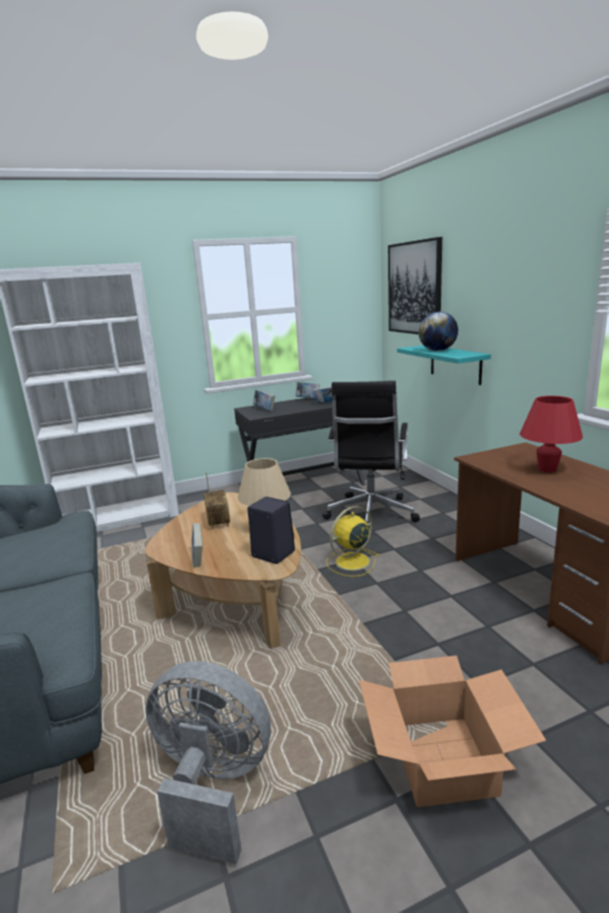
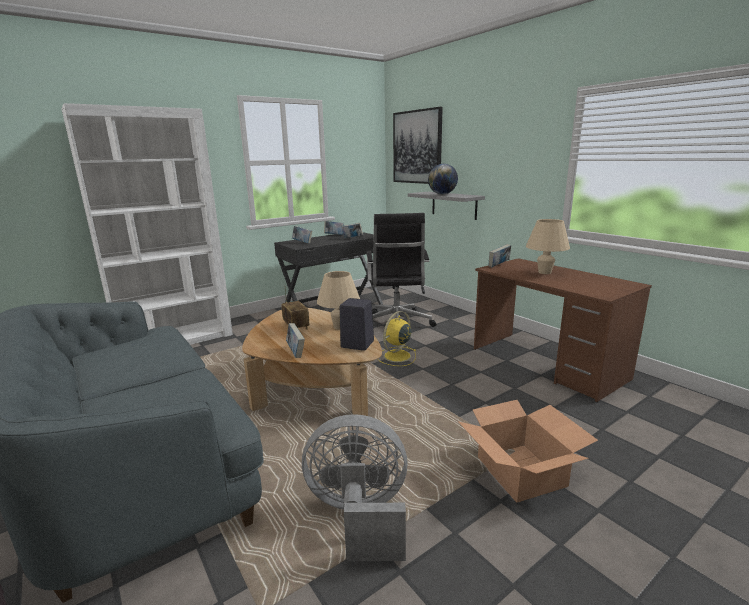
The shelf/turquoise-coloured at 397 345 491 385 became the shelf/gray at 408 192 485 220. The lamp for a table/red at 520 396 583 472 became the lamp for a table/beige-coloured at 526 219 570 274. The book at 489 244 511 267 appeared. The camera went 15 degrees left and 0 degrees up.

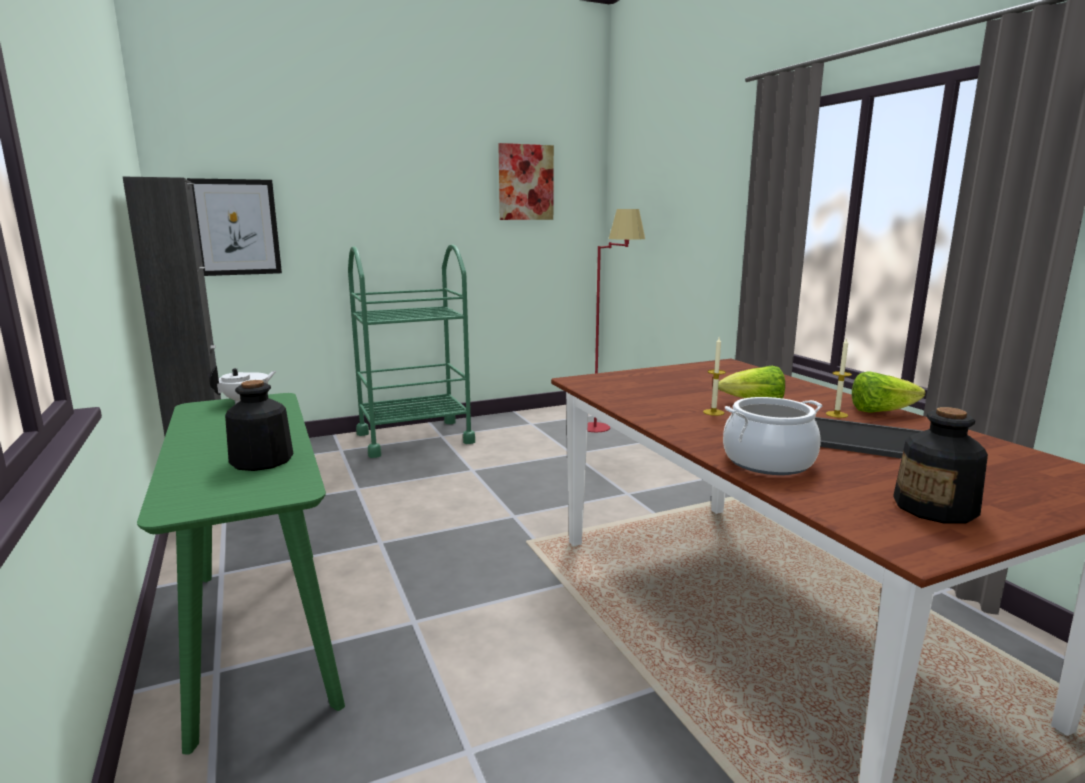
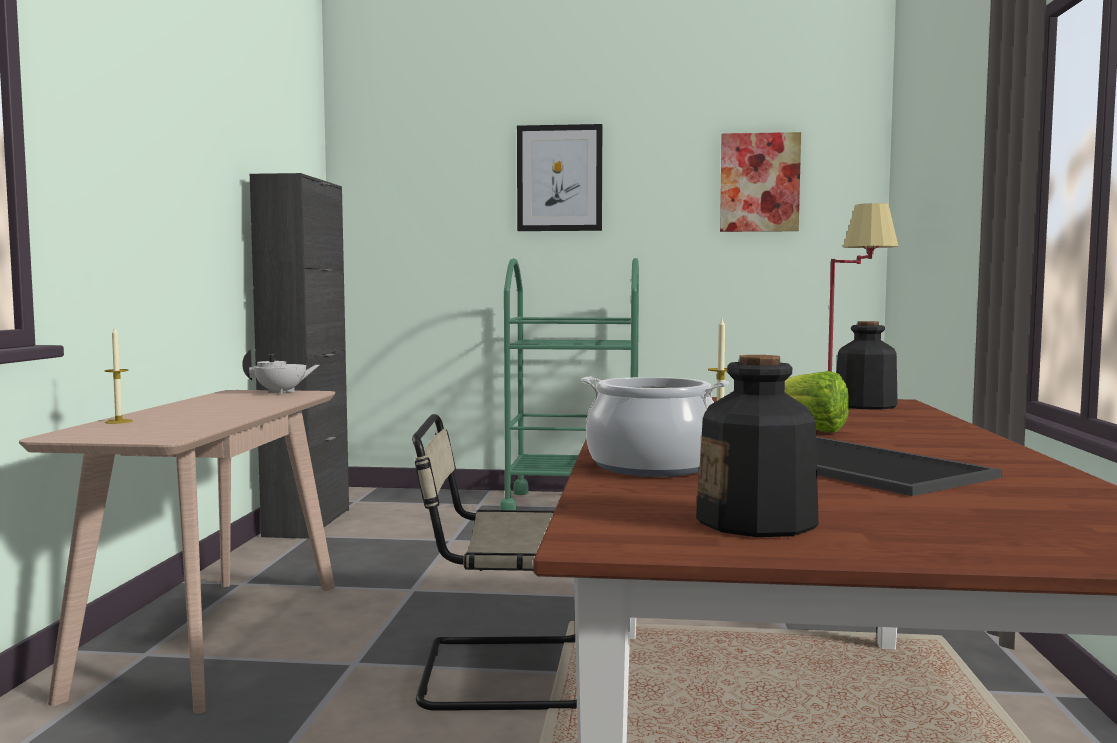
The picture moved from 187 178 282 276 to 517 124 602 231. The wax light moved from 826 338 852 418 to 105 326 133 424. The head of lettuce at 852 371 926 413 disappeared. The bottle moved from 225 380 294 471 to 836 321 898 410. The console table/greenish at 137 393 345 755 became the console table/beige-coloured at 19 390 335 714. The plain chair/beige-coloured at 412 414 577 711 appeared. The camera went 30 degrees right and 10 degrees down.

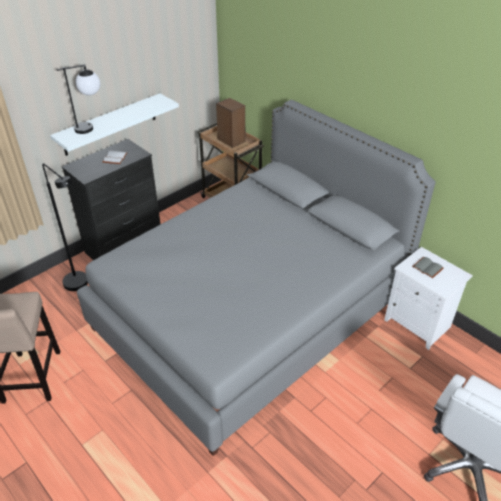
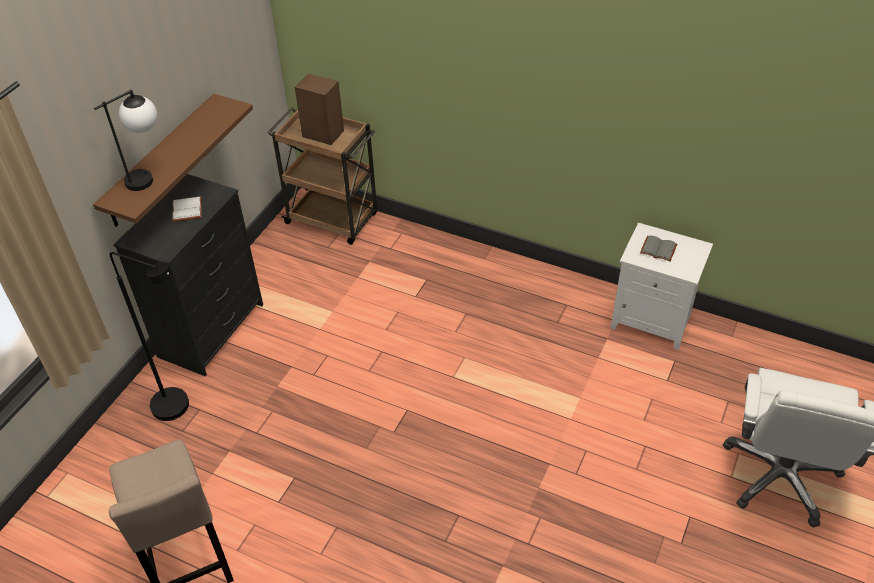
The shelf/white-coloured at 50 93 179 156 became the shelf/brown at 93 94 253 227. The bed/gray at 77 100 436 456 disappeared. The camera went 20 degrees left and 5 degrees up.

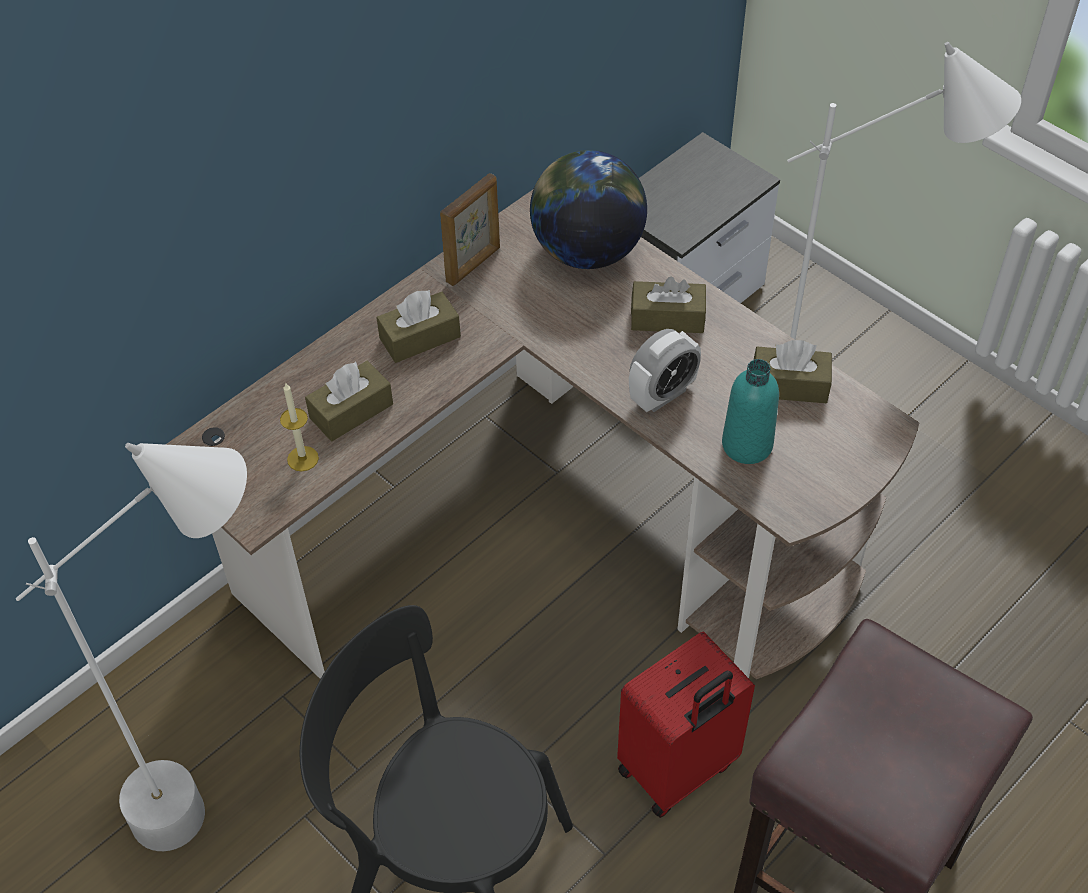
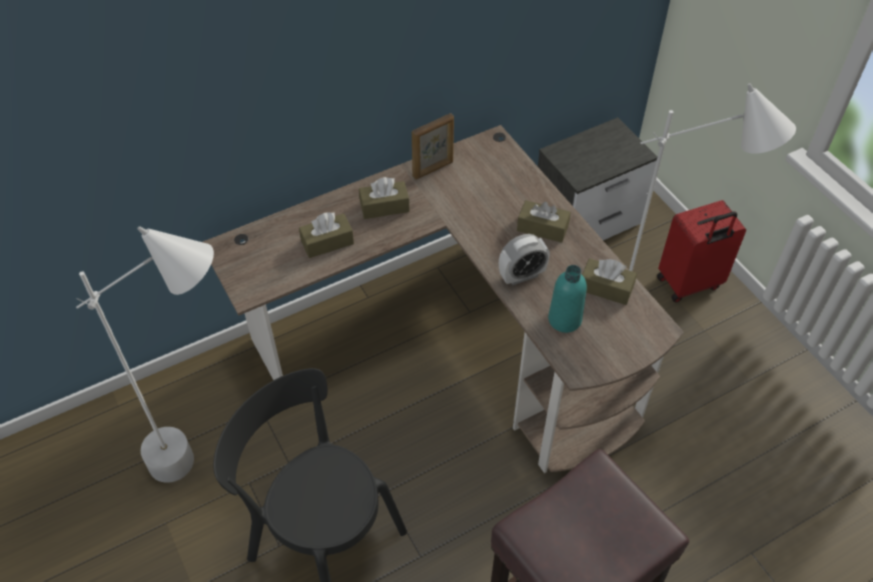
The desk globe at 530 150 647 269 disappeared. The wax light at 280 383 319 471 disappeared. The travel case/red moved from 617 632 755 818 to 657 200 746 303. The camera went 15 degrees right and 0 degrees up.

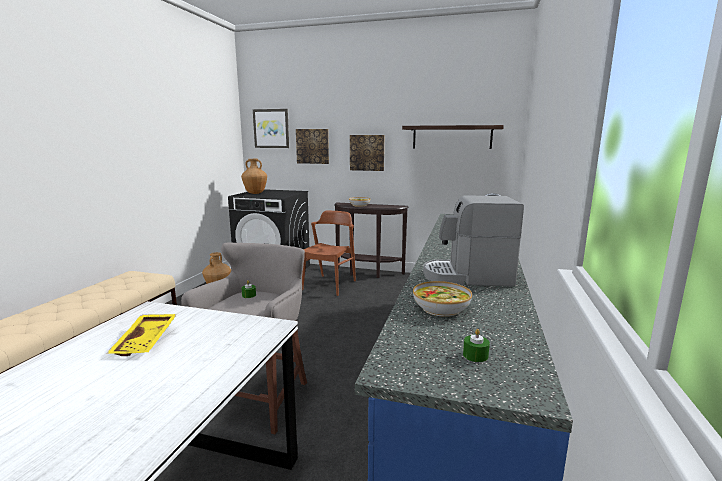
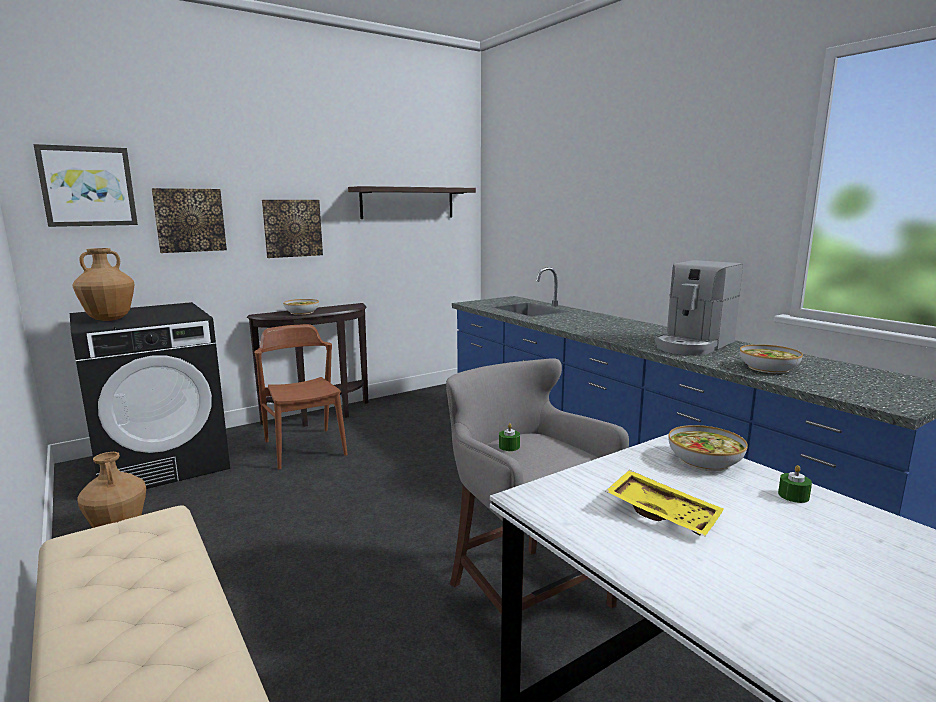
The wax light/greenish moved from 463 329 490 362 to 778 465 812 503. The bowl at 668 425 748 471 appeared. The camera went 50 degrees left and 0 degrees up.

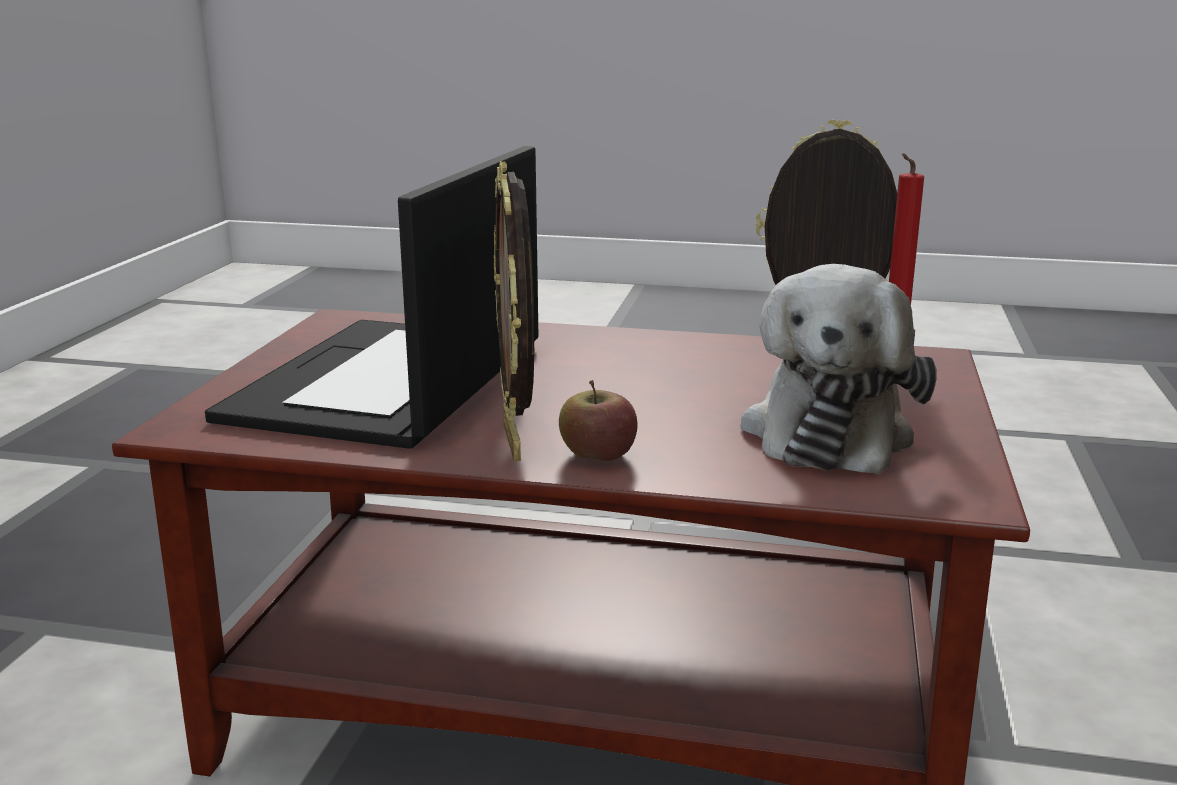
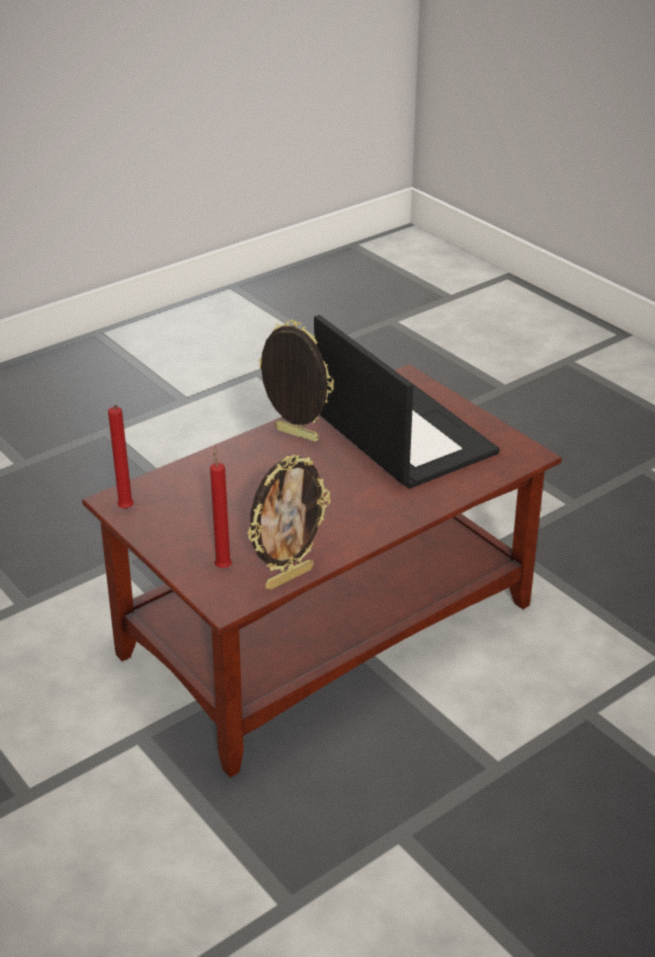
The cuddly toy at 741 264 937 474 disappeared. The whole apple at 559 380 637 461 disappeared. The wax light/red at 108 405 134 509 appeared. The camera went 130 degrees right and 15 degrees up.

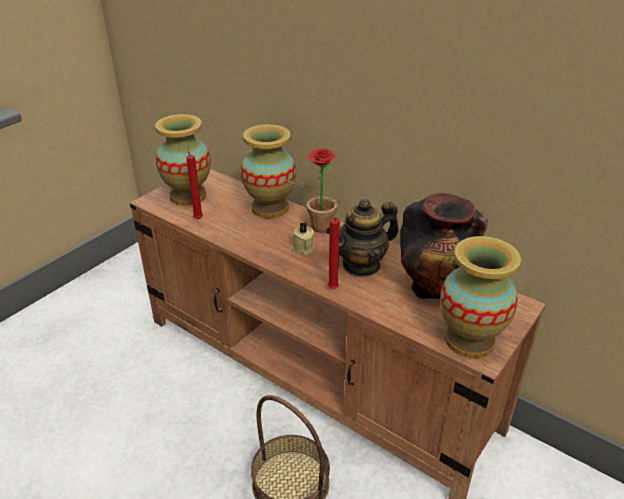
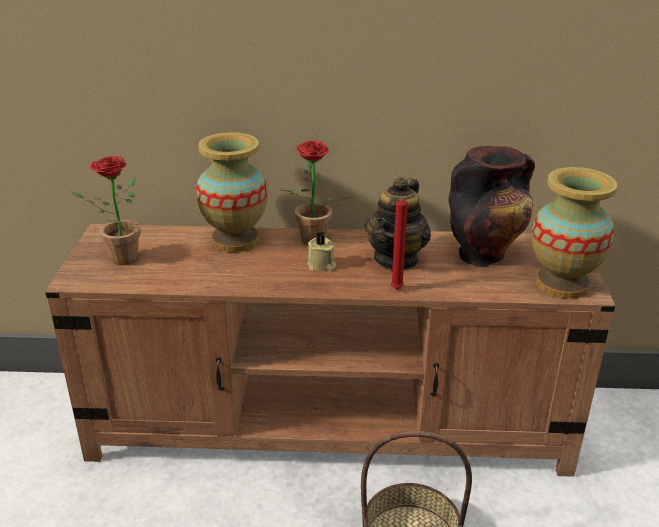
The decorative vase at 155 114 211 206 was replaced by the potted plant at 69 156 140 265. The wax light/red at 186 146 203 219 disappeared. The camera went 35 degrees left and 5 degrees down.

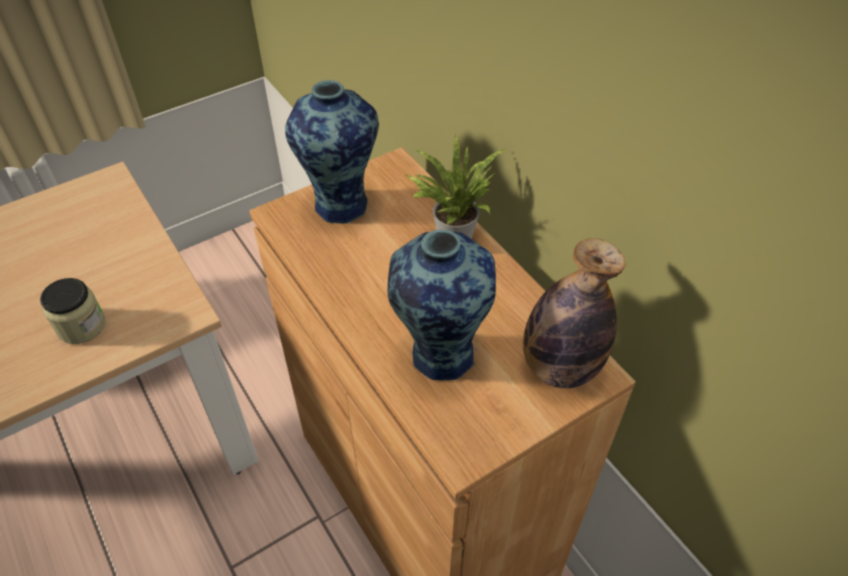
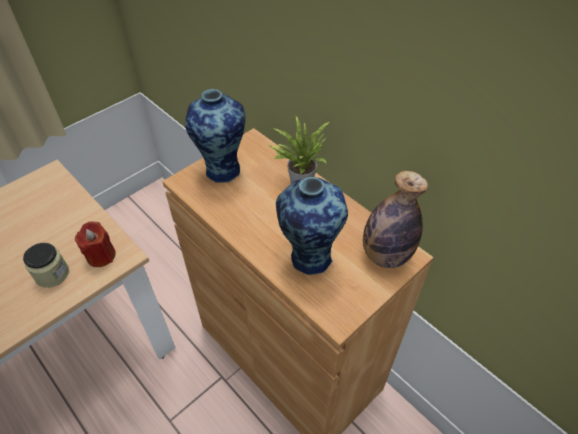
The wax light/red at 75 221 116 267 appeared. The camera went 10 degrees left and 0 degrees up.

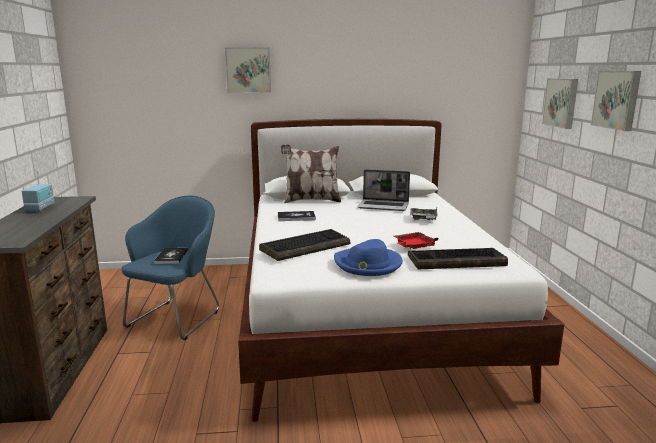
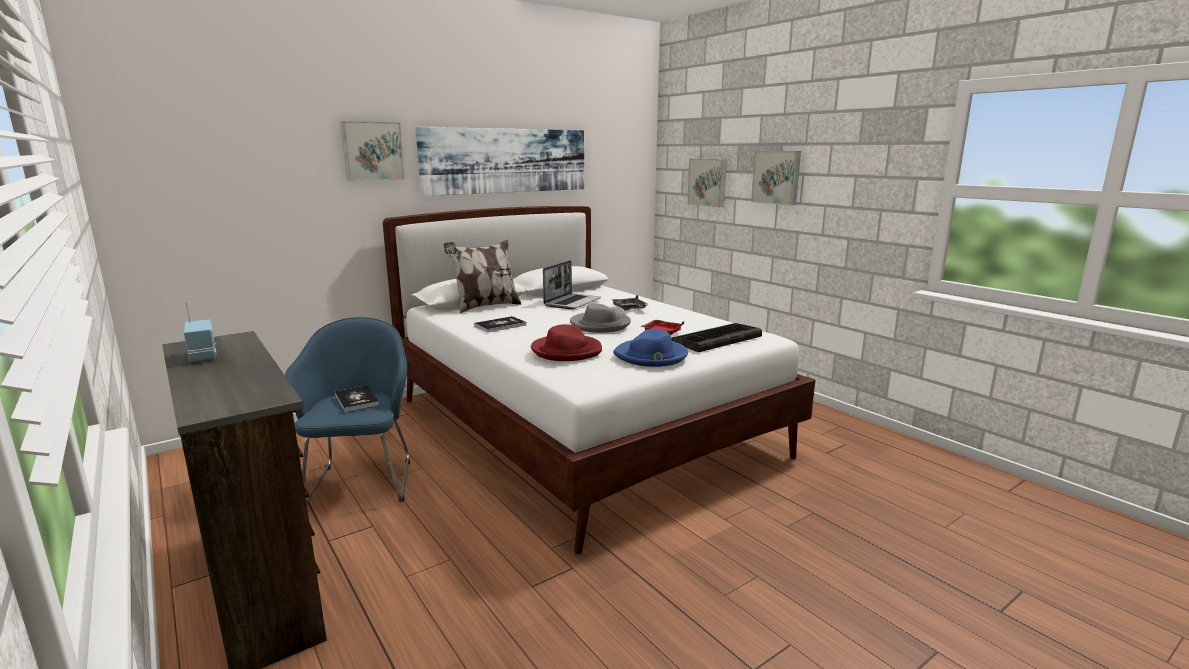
The laptop at 357 169 410 211 turned 45 degrees counterclockwise. The keyboard at 259 229 350 261 was replaced by the wearable hat/red at 531 324 602 361. The picture at 415 127 584 196 appeared. The wearable hat/gray at 570 303 631 333 appeared. The camera went 30 degrees left and 0 degrees up.

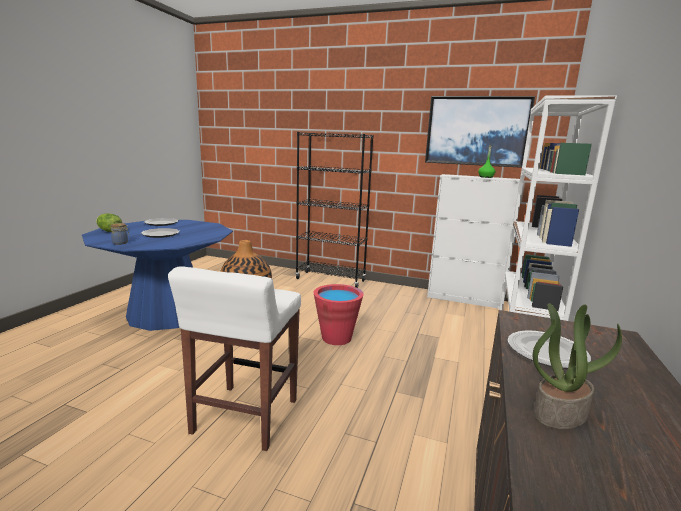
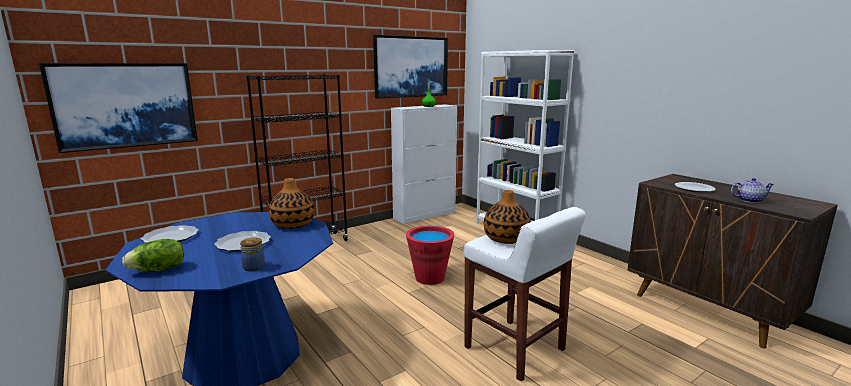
The potted plant at 533 303 622 429 was replaced by the pot for tea at 731 178 774 203. The picture at 39 63 198 153 appeared. The decorative vase at 269 178 315 229 appeared. The camera went 55 degrees left and 0 degrees up.

